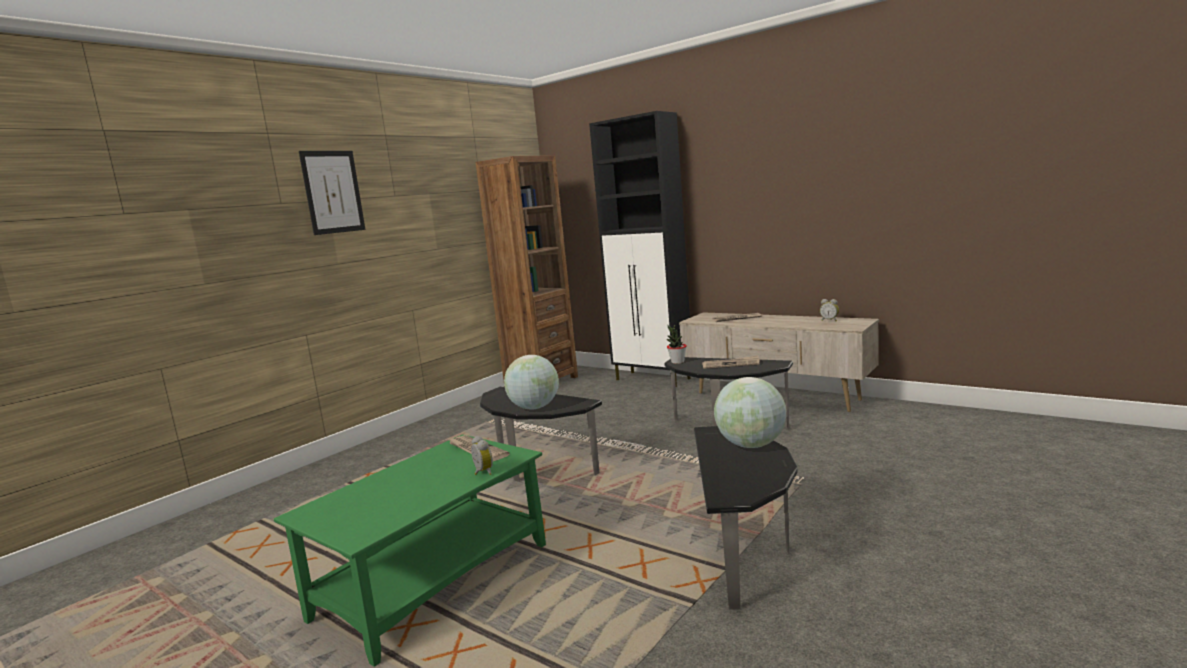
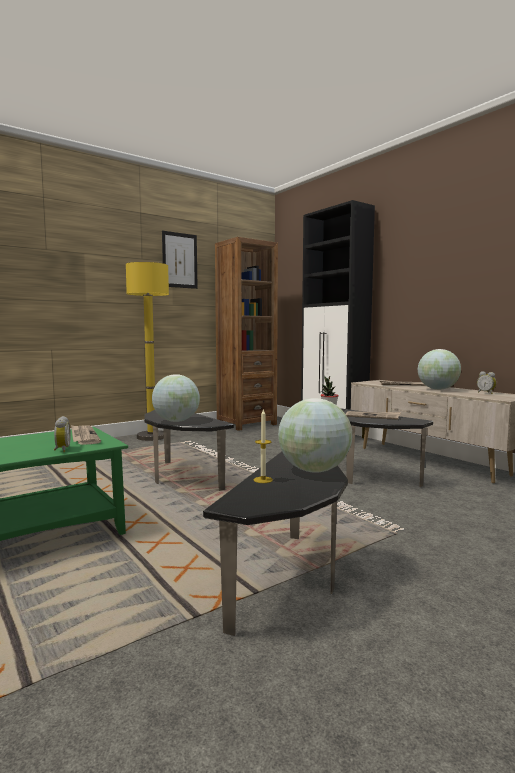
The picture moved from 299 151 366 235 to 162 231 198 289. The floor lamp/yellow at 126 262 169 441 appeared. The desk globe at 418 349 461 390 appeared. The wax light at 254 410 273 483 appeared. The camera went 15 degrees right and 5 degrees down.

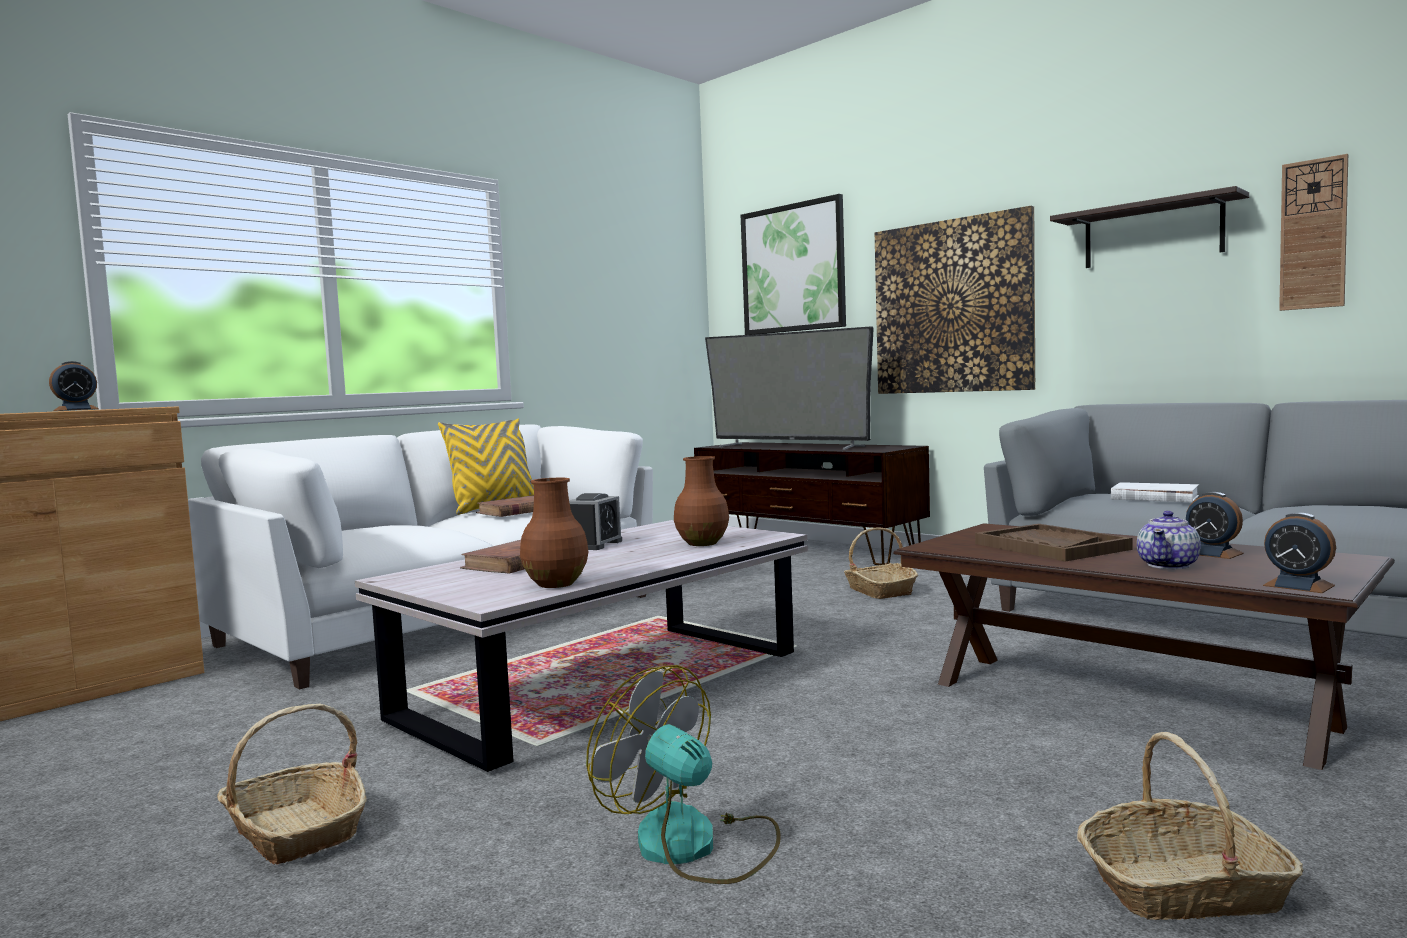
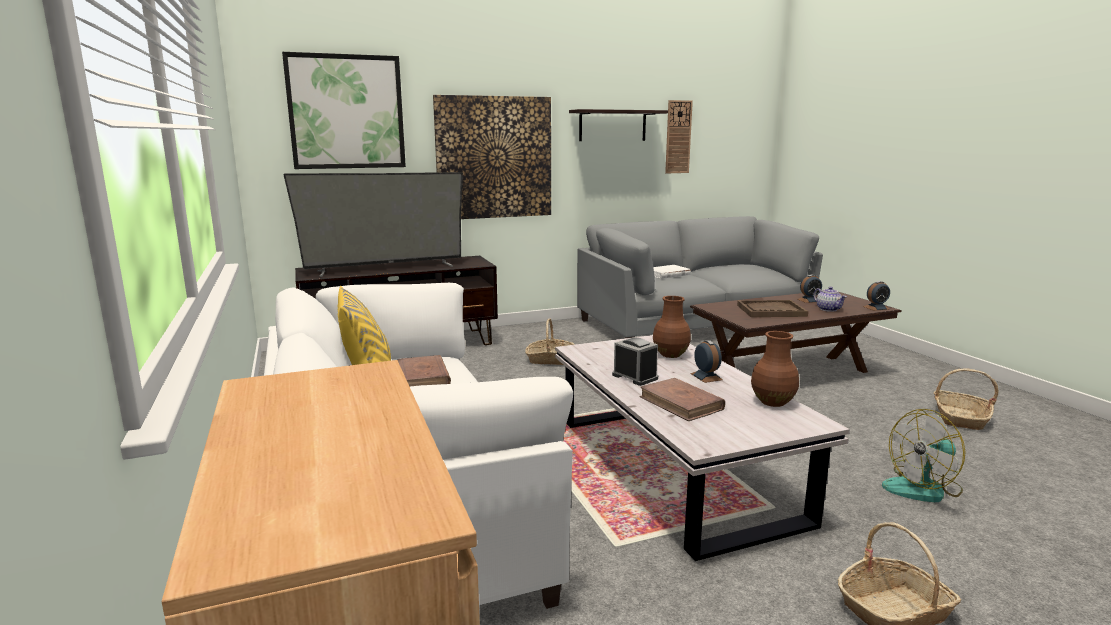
The table clock moved from 49 361 99 411 to 690 340 723 383. The camera went 65 degrees left and 10 degrees up.

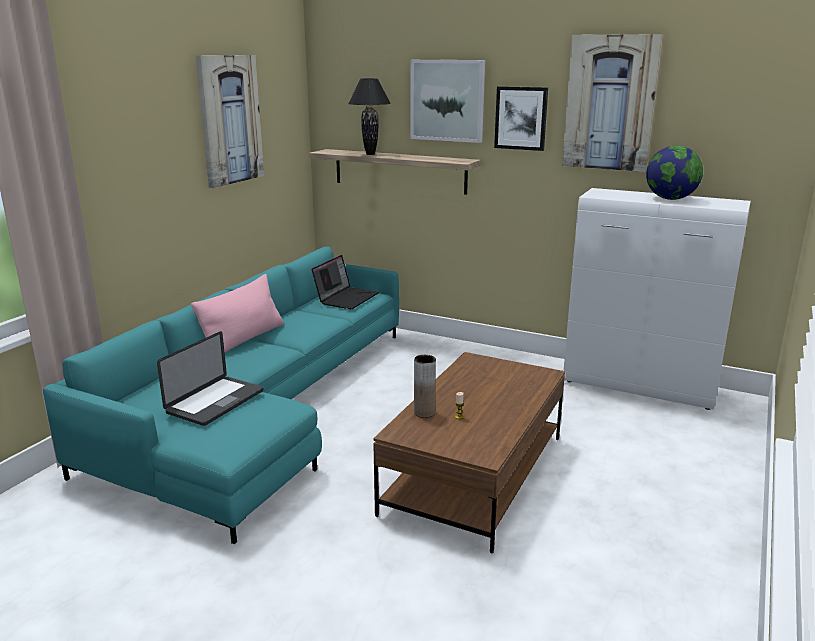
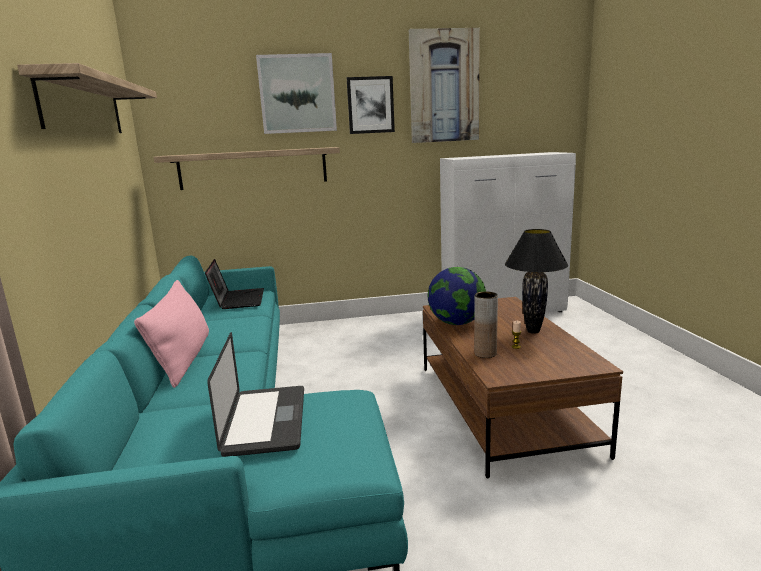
The picture at 195 55 264 188 was replaced by the shelf at 17 63 157 133. The lamp for a table/black moved from 348 78 391 155 to 505 229 568 334. The desk globe moved from 646 146 703 200 to 428 267 486 325. The camera went 35 degrees left and 5 degrees down.

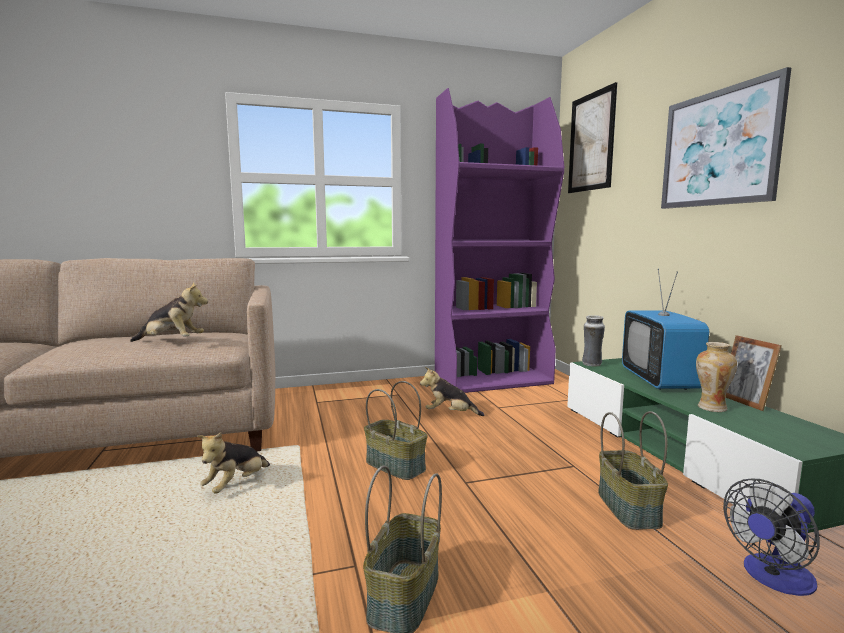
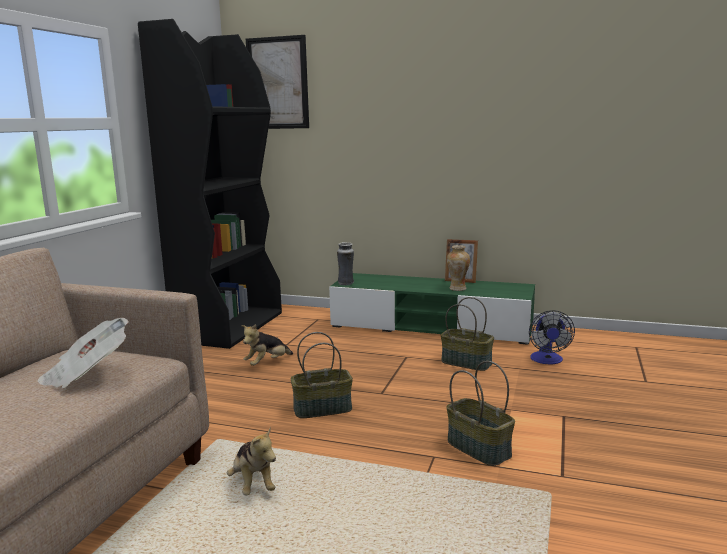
The picture at 661 67 791 209 disappeared. The shelving unit/purple-coloured at 435 88 564 393 became the shelving unit/black at 138 19 282 349. The TV set at 622 269 709 390 disappeared. The cuddly toy at 130 282 208 342 was replaced by the printed paper at 38 318 129 388. The camera went 55 degrees left and 5 degrees up.

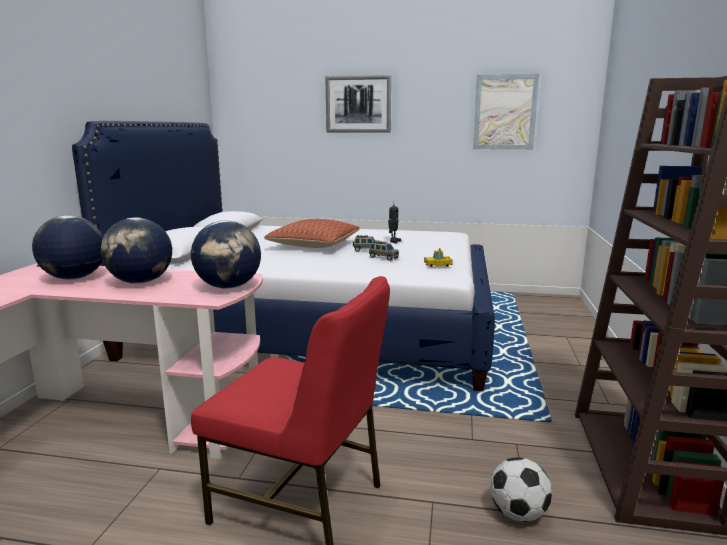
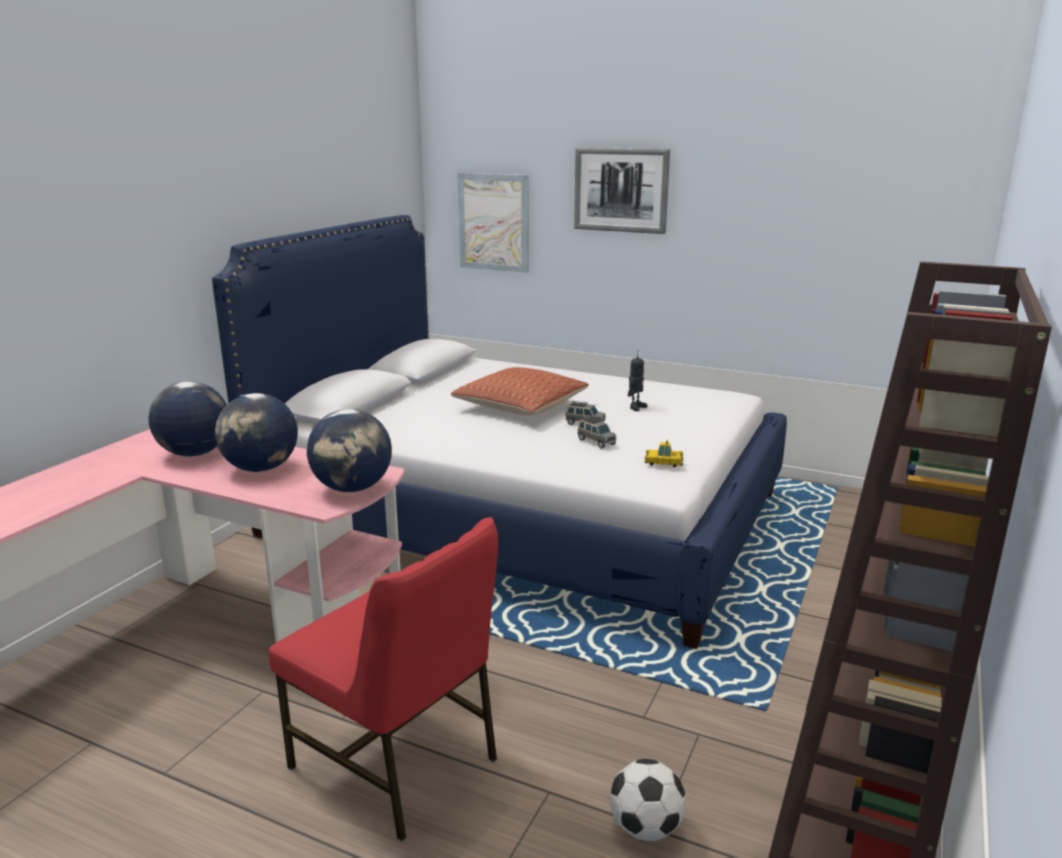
The picture moved from 473 74 539 150 to 457 173 529 273. The camera went 15 degrees right and 5 degrees up.

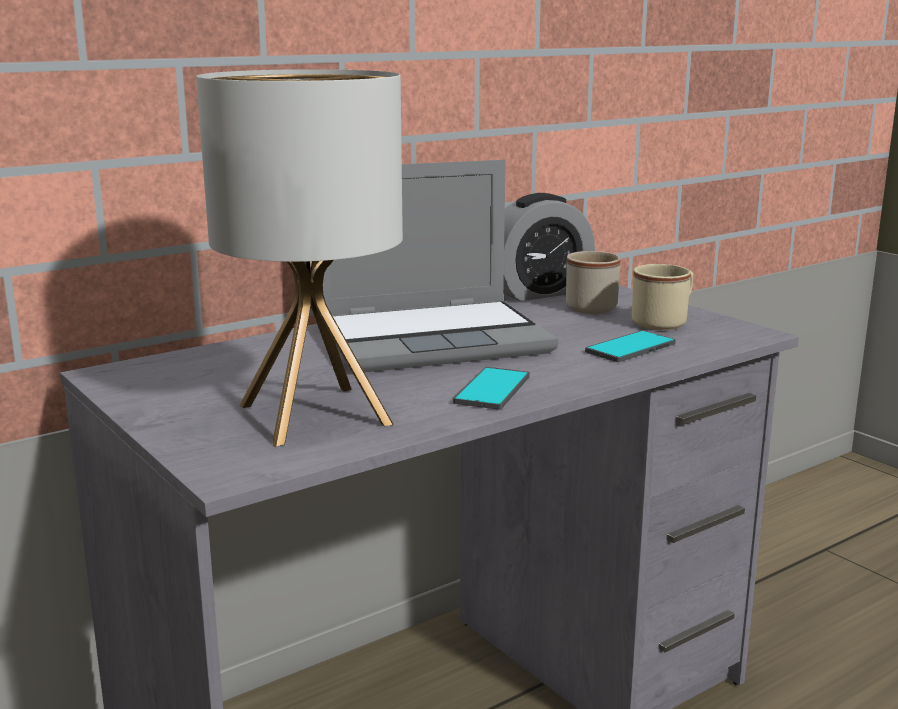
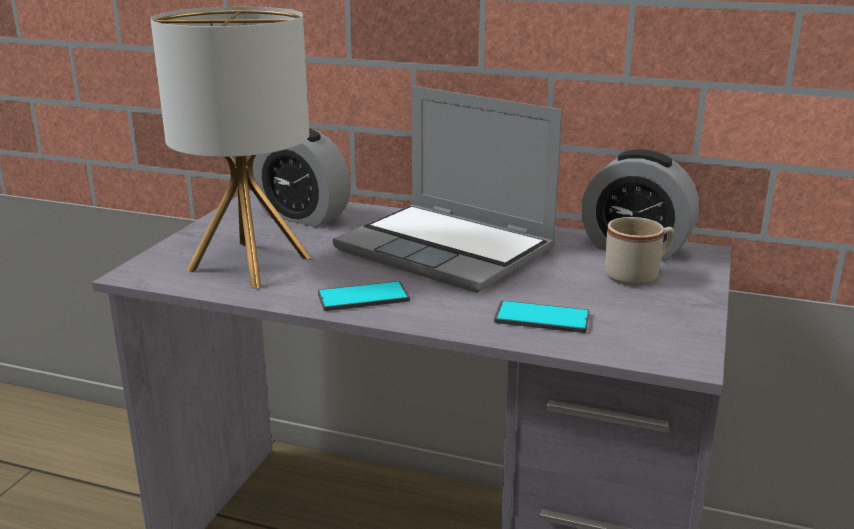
The coffee mug/beige-coloured at 632 264 693 330 disappeared. The table clock at 253 128 351 227 appeared. The camera went 55 degrees right and 5 degrees up.

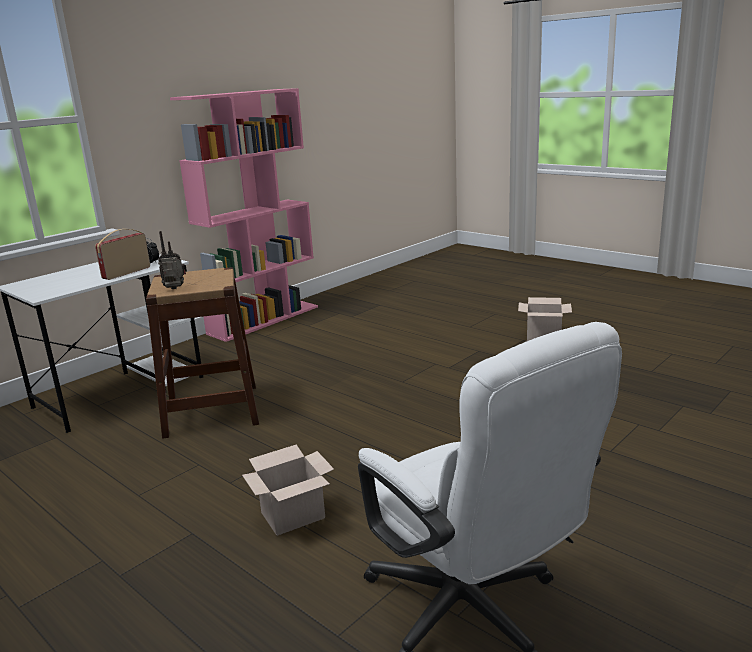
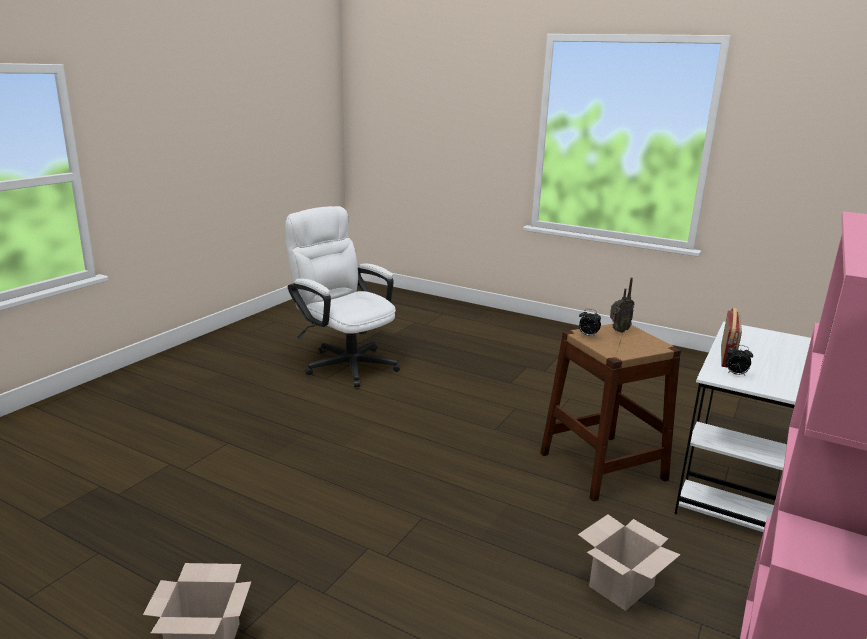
The carton moved from 242 445 334 536 to 578 514 681 611. The table clock at 579 309 601 336 appeared. The camera went 165 degrees right and 0 degrees up.

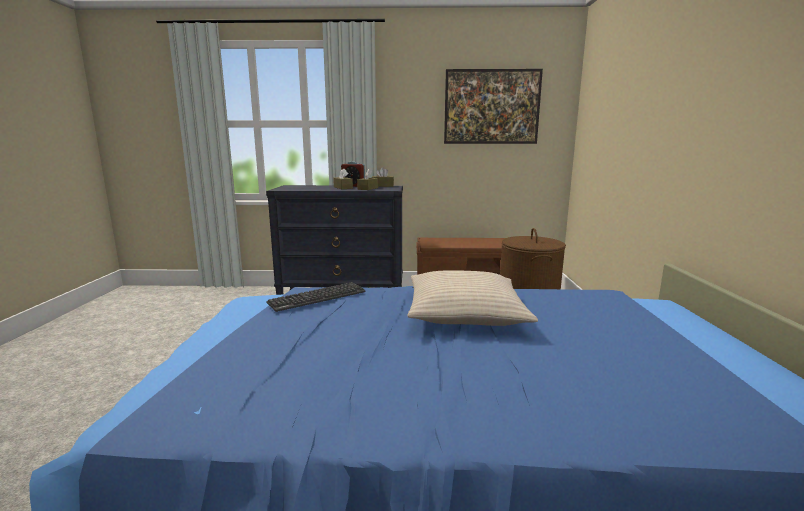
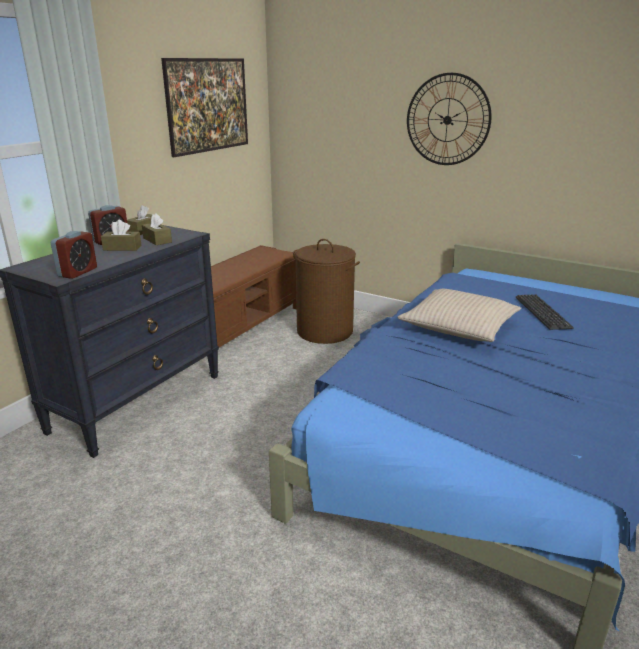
The keyboard moved from 266 282 366 312 to 516 294 574 330. The hanging clock at 407 73 492 165 appeared. The table clock at 51 231 97 279 appeared. The camera went 60 degrees left and 10 degrees up.

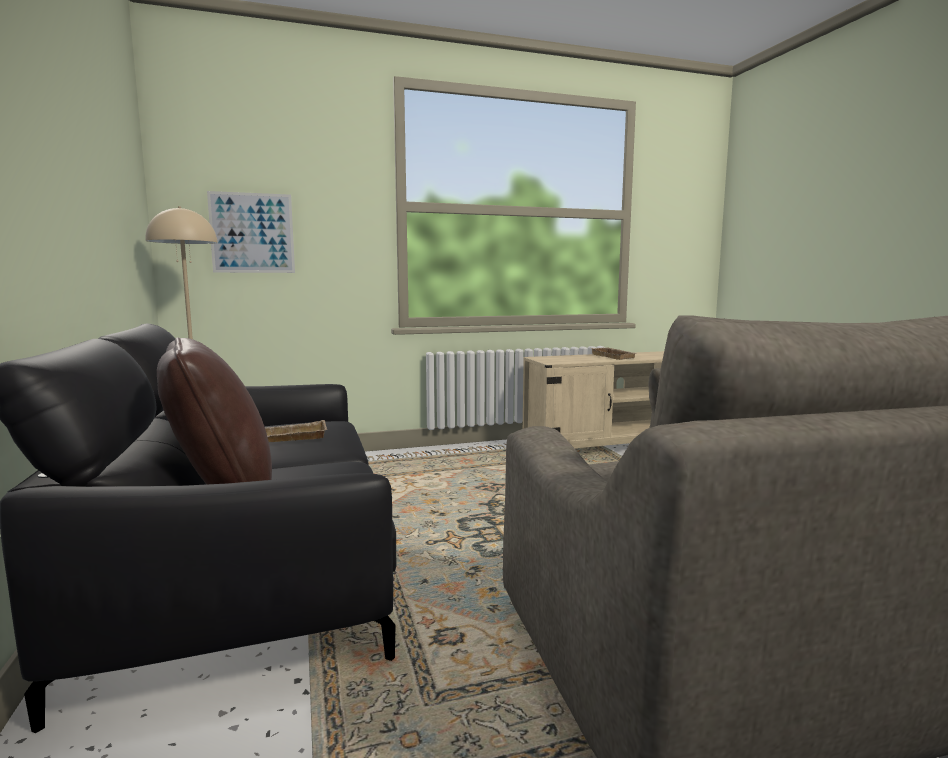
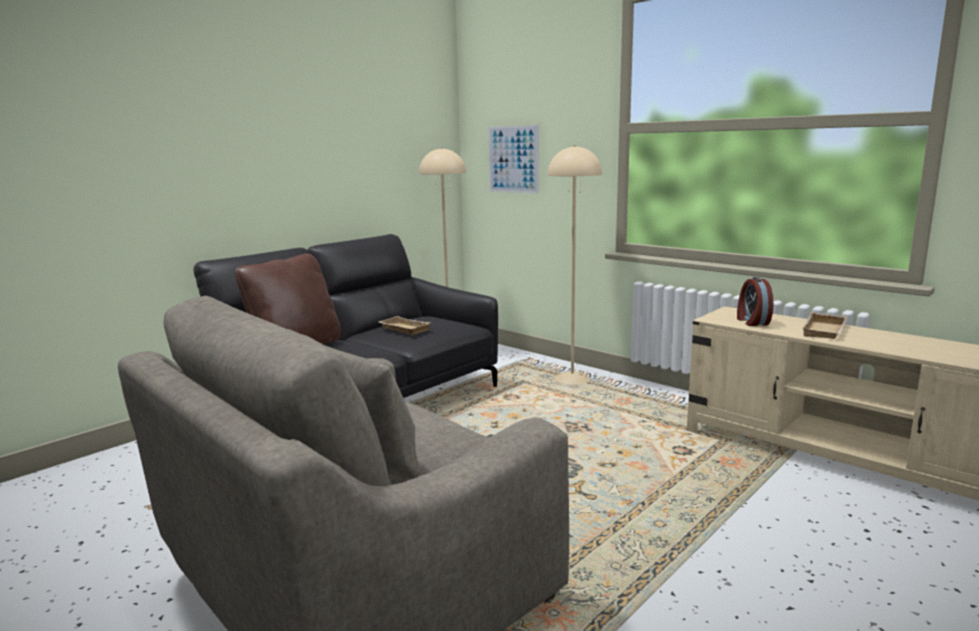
The floor lamp/beige-coloured at 547 145 602 385 appeared. The table clock at 737 277 774 326 appeared. The camera went 60 degrees right and 5 degrees up.

